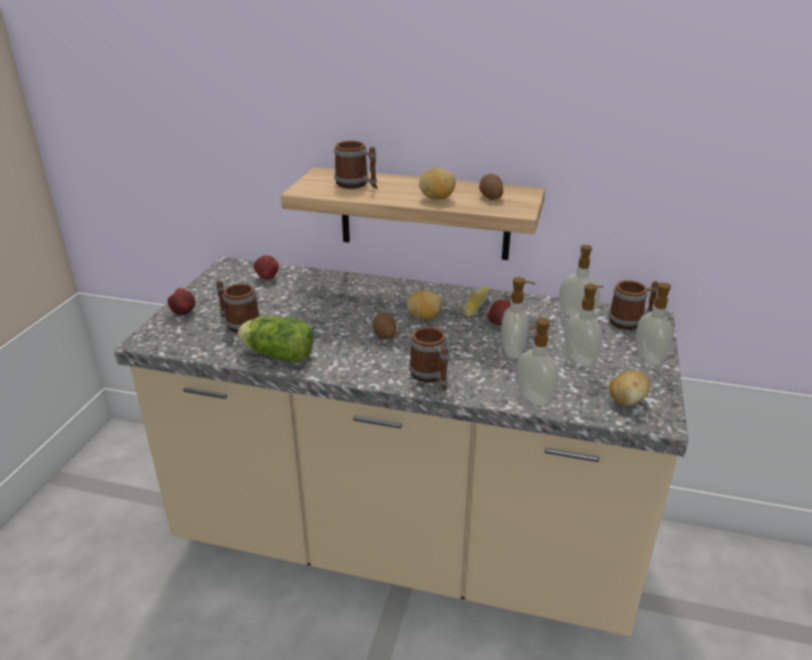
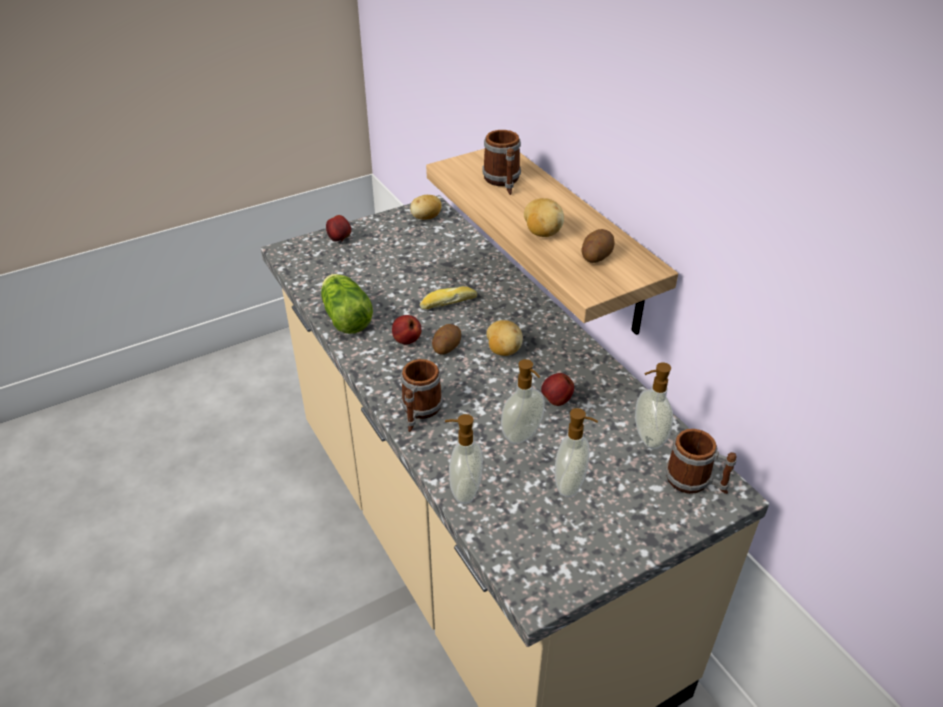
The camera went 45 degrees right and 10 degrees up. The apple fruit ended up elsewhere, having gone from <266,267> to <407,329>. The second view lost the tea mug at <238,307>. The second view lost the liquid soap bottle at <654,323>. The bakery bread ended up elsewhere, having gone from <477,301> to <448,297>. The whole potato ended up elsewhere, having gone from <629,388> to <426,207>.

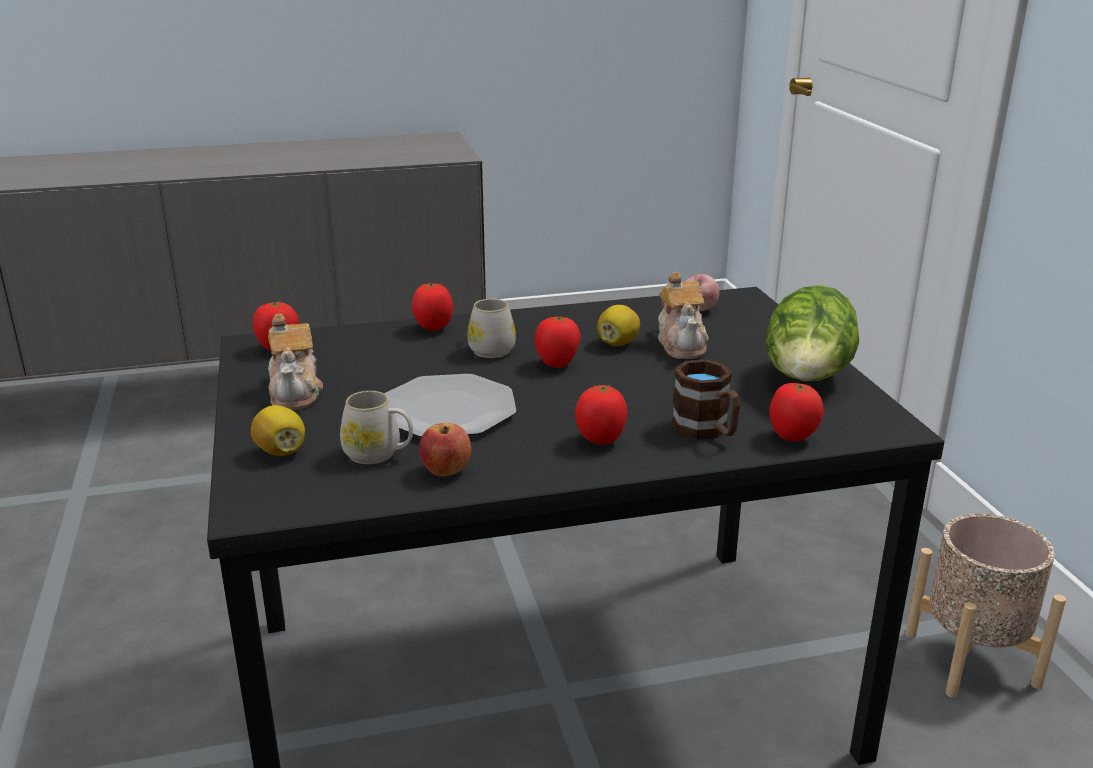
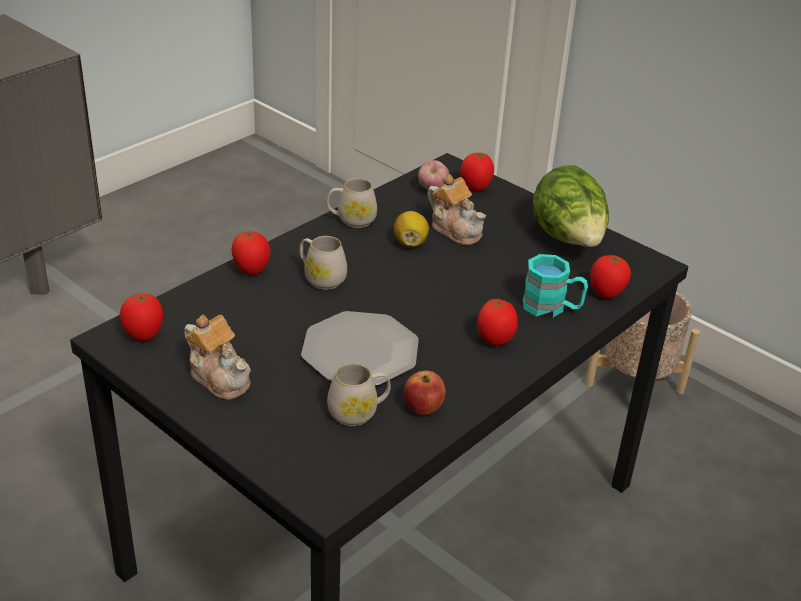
The camera went 35 degrees left and 10 degrees up. The fresh tomato ended up elsewhere, having gone from <557,341> to <477,171>. What was the brown-coloured tea mug at <706,399> turned into the turquoise-coloured tea mug at <555,286>. The second view lost the whole lemon at <278,430>. The second view gained the whitish tea mug at <352,203>.

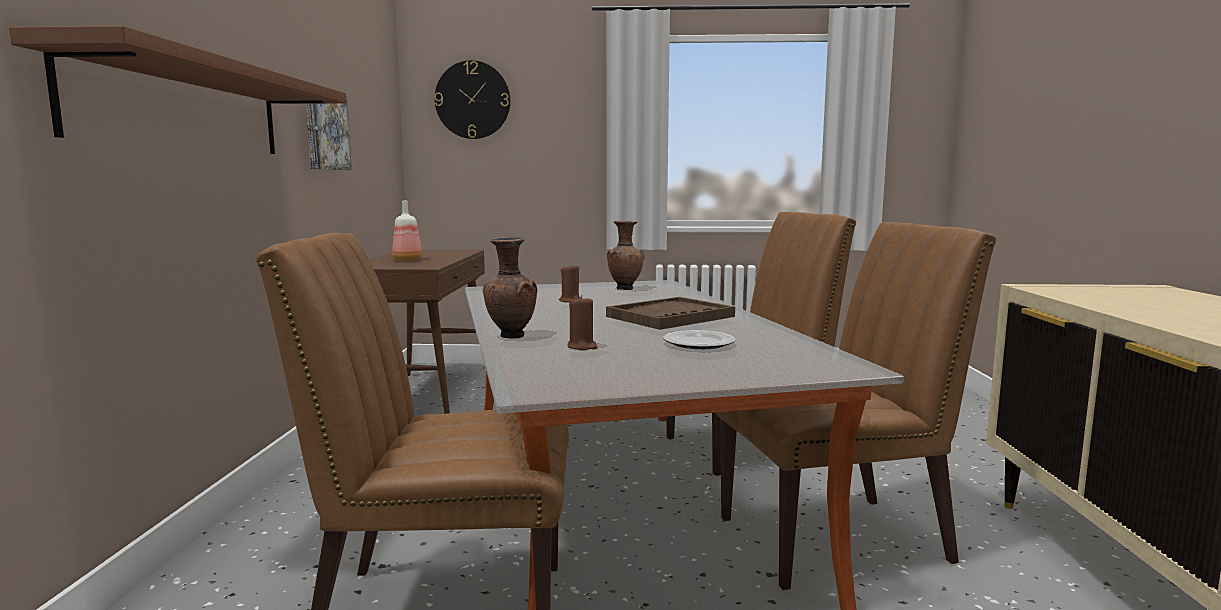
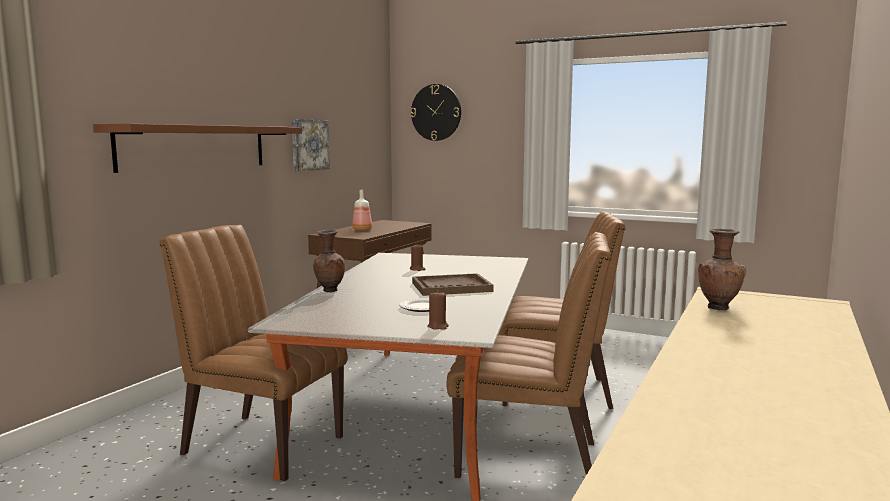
The camera went 25 degrees right and 0 degrees up. The brown-coloured flower vase ended up elsewhere, having gone from <626,255> to <722,270>. The brown-coloured candle ended up elsewhere, having gone from <582,322> to <438,311>.

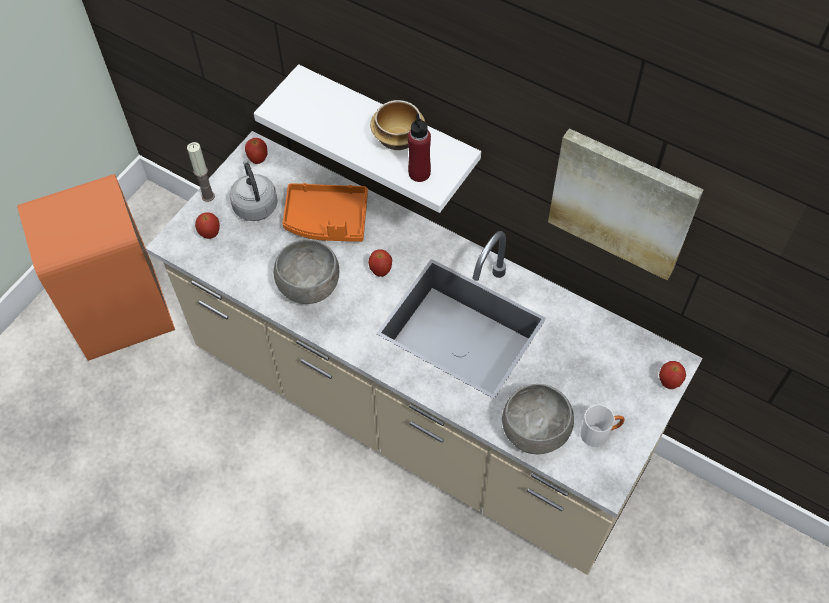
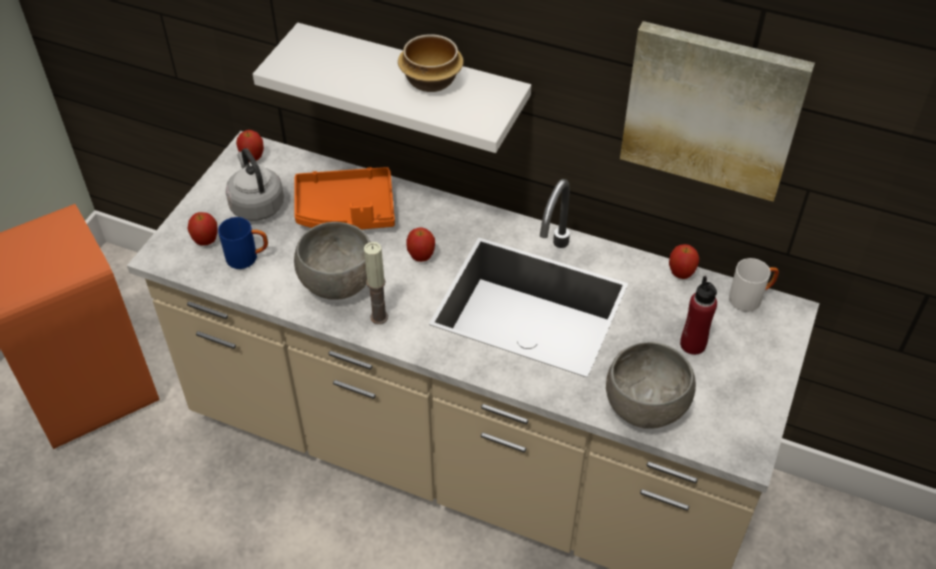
The camera went 10 degrees left and 10 degrees down. The reddish beverage bottle ended up elsewhere, having gone from <419,147> to <698,315>. The candle ended up elsewhere, having gone from <201,172> to <376,283>. The apple fruit ended up elsewhere, having gone from <672,375> to <684,261>. The whitish tea mug ended up elsewhere, having gone from <602,426> to <754,285>. The second view gained the bluish tea mug at <243,243>.

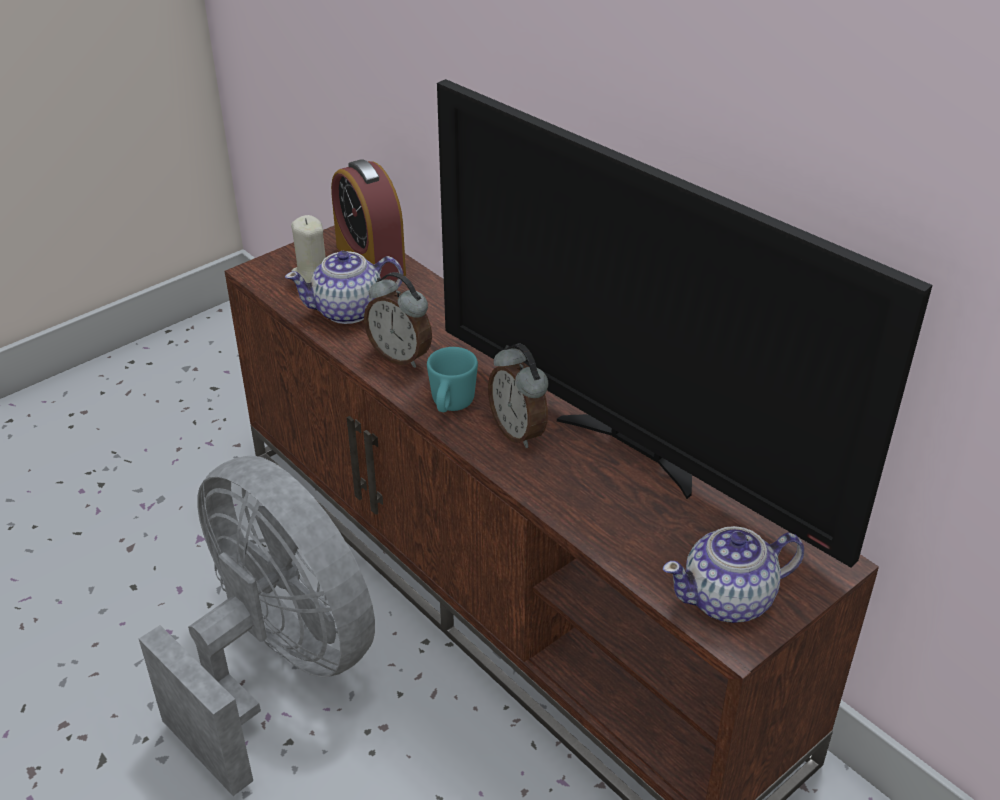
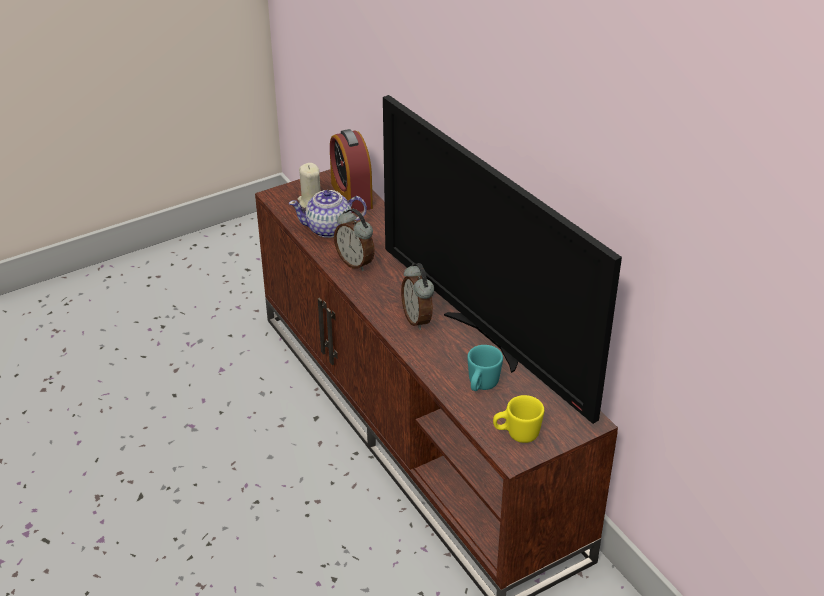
The camera went 10 degrees right and 0 degrees up. The turquoise-coloured tea mug ended up elsewhere, having gone from <452,379> to <485,368>. The second view lost the greyish electric fan at <257,625>. Where the teapot stood at <733,574>, the yellowish tea mug came to stand at <518,419>.

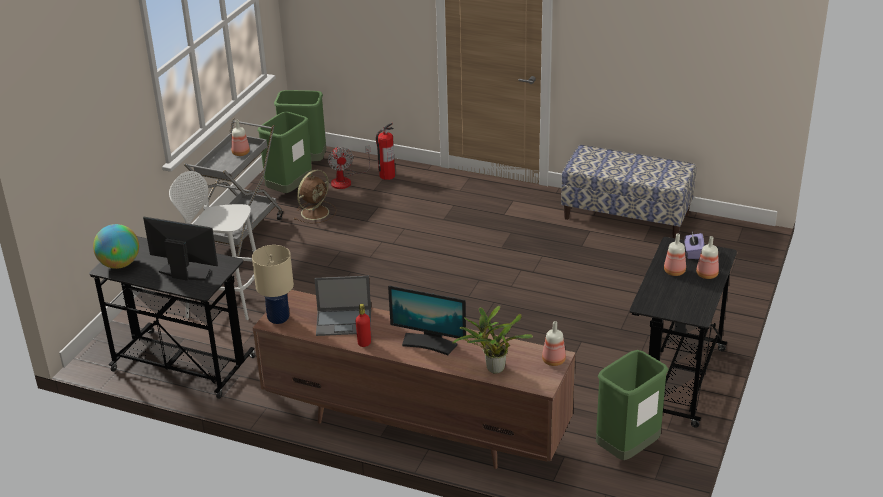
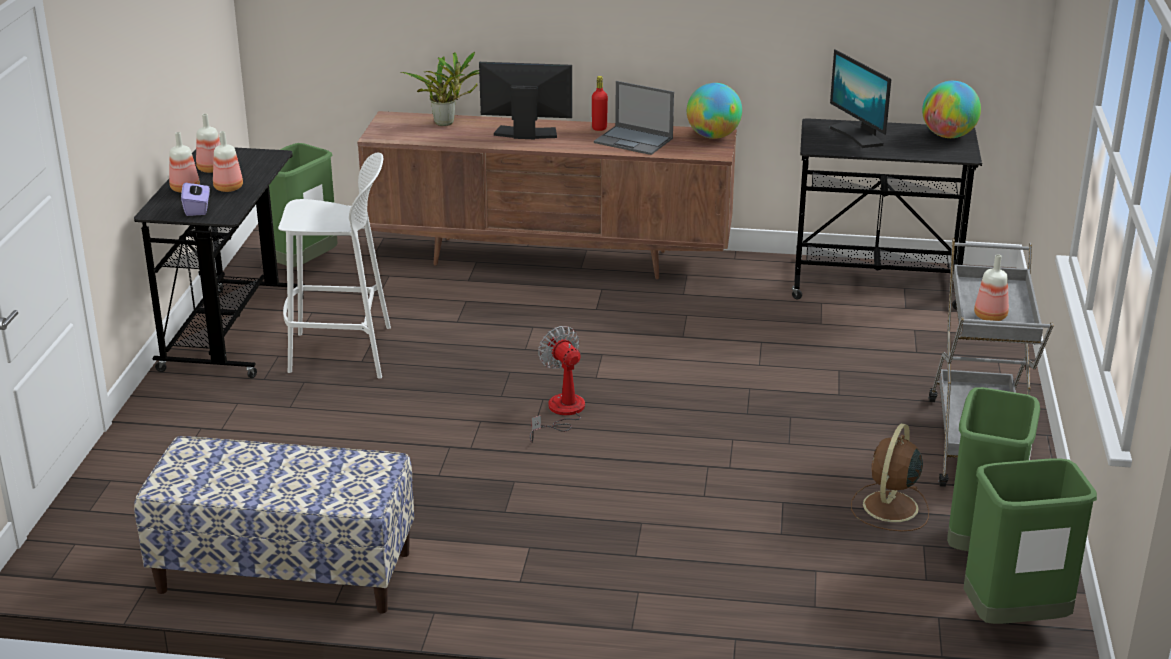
The camera went 165 degrees right and 5 degrees down. The second view lost the extinguisher at <385,151>. The electric fan ended up elsewhere, having gone from <349,167> to <557,384>. The whitish stool seat ended up elsewhere, having gone from <212,245> to <334,266>. The computer display at <180,249> ended up facing another way, 60 degrees clockwise from before. Where the beige-coloured lamp for a table stood at <273,284>, the globe came to stand at <714,111>. The portable computer at <342,306> ended up facing another way, 135 degrees counterclockwise from before. The beverage bottle ended up elsewhere, having gone from <554,343> to <208,143>.

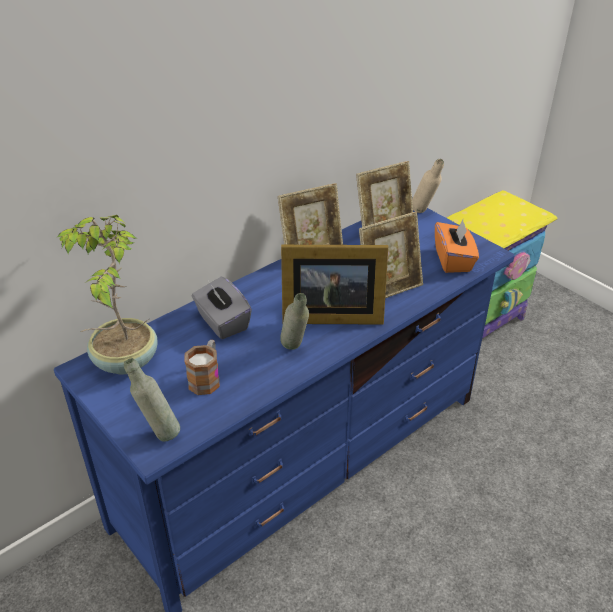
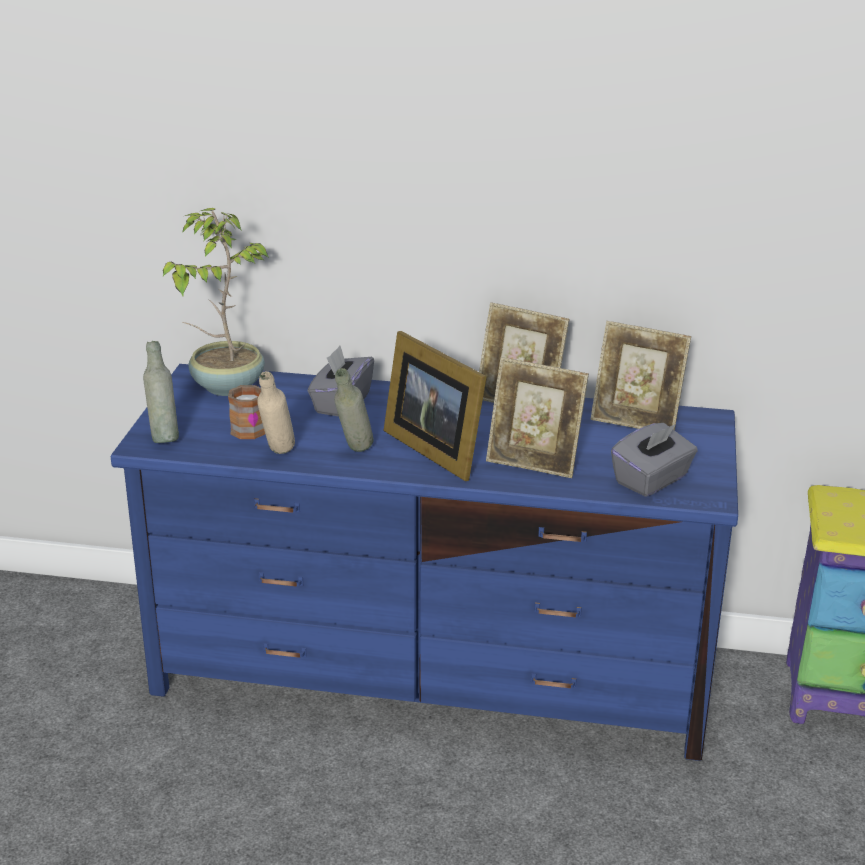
The camera went 50 degrees right and 10 degrees down. The beige-coloured beverage bottle ended up elsewhere, having gone from <428,186> to <276,412>. What was the orangey box of tissues at <457,246> turned into the greyish box of tissues at <654,460>.

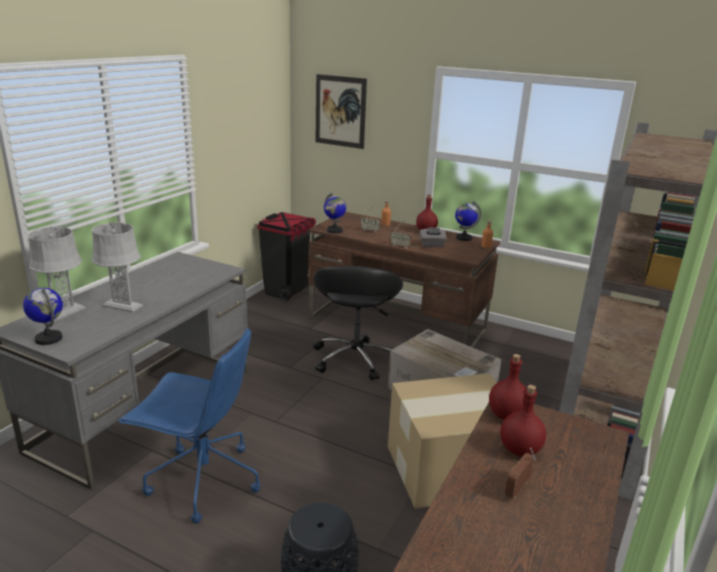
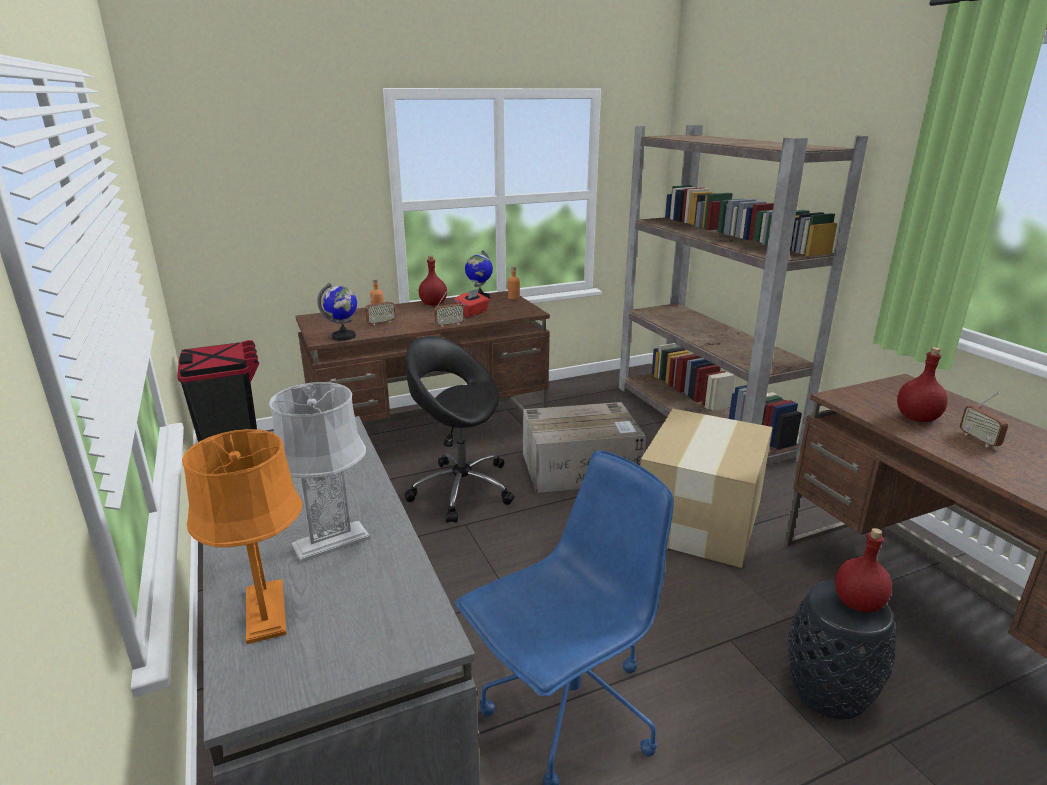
The camera went 50 degrees left and 0 degrees up. The second view lost the wall picture at <341,111>. What was the greyish lamp for a table at <57,274> turned into the orangey lamp for a table at <242,536>. What was the greyish box of tissues at <433,237> turned into the reddish box of tissues at <472,303>. The blackish computer chair at <358,323> ended up facing another way, 150 degrees clockwise from before. The second view lost the globe at <43,316>. The reddish beverage bottle ended up elsewhere, having gone from <508,387> to <863,570>.

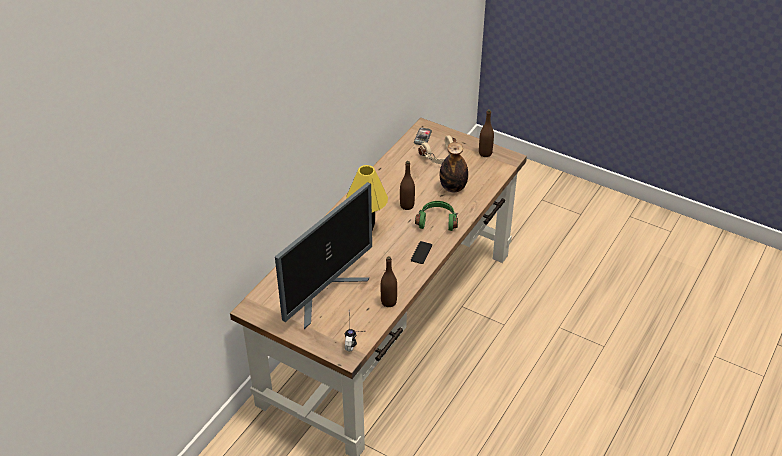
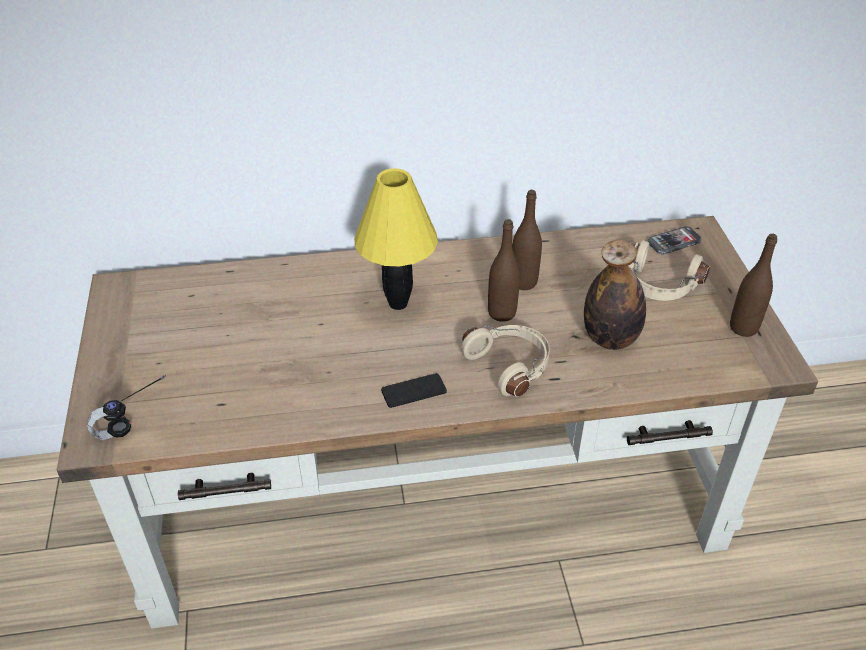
The camera went 50 degrees right and 0 degrees up. The second view lost the computer display at <323,255>. What was the green-coloured headset at <436,216> turned into the beige-coloured headset at <505,361>. The brown-coloured beverage bottle ended up elsewhere, having gone from <389,281> to <527,240>.

